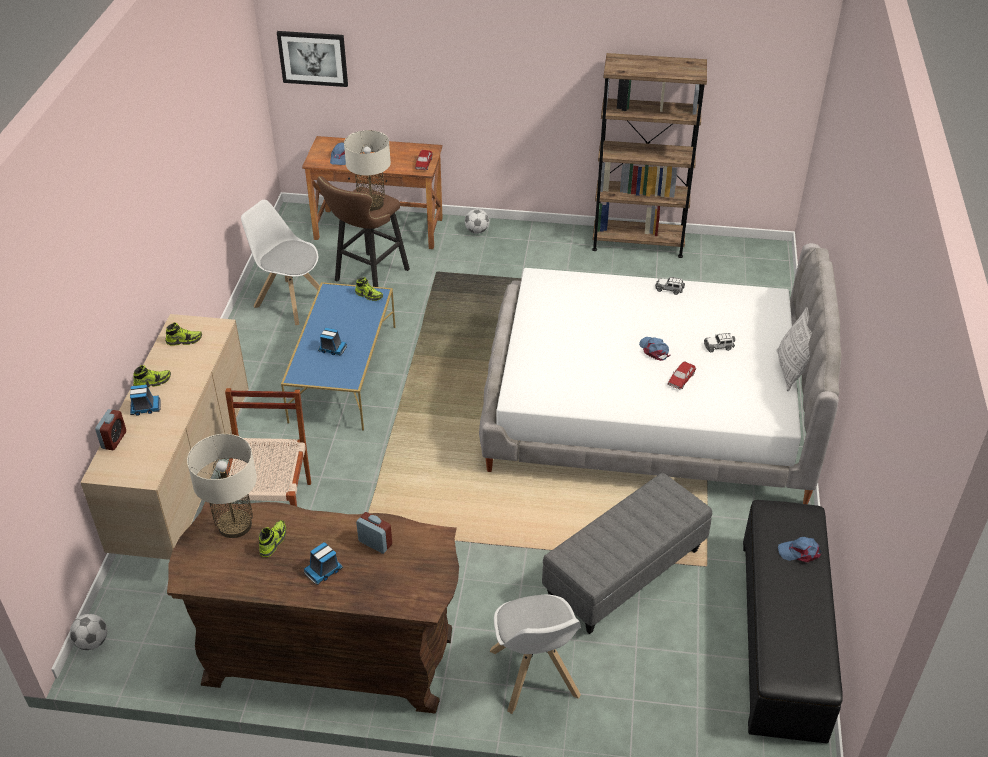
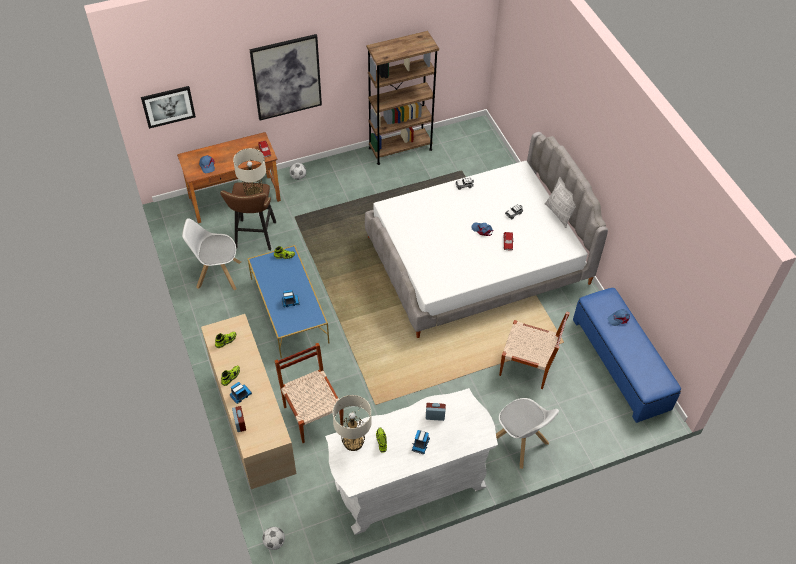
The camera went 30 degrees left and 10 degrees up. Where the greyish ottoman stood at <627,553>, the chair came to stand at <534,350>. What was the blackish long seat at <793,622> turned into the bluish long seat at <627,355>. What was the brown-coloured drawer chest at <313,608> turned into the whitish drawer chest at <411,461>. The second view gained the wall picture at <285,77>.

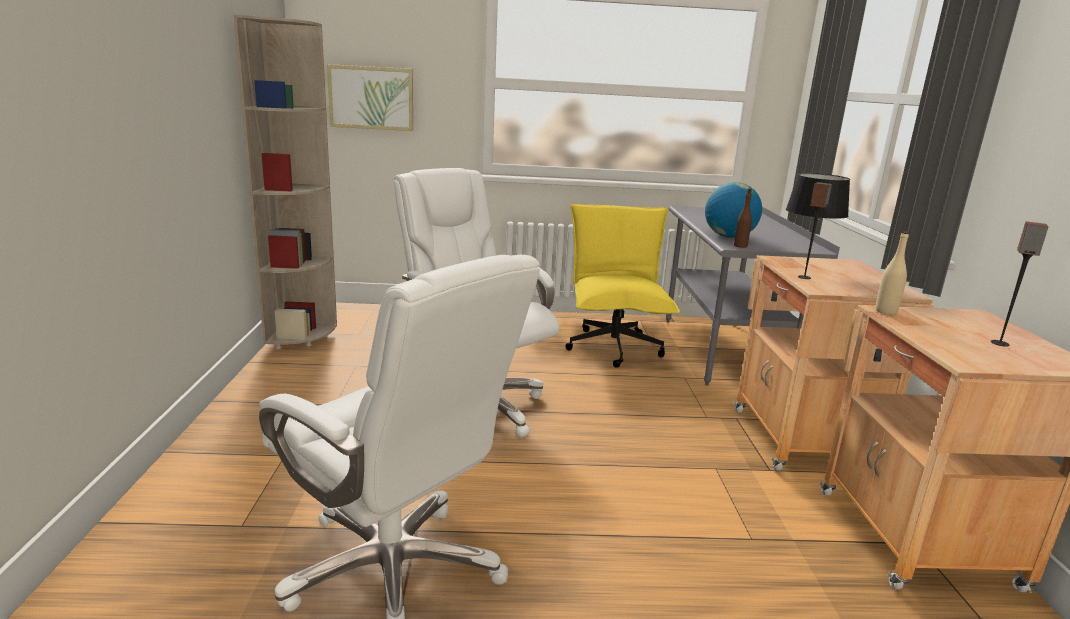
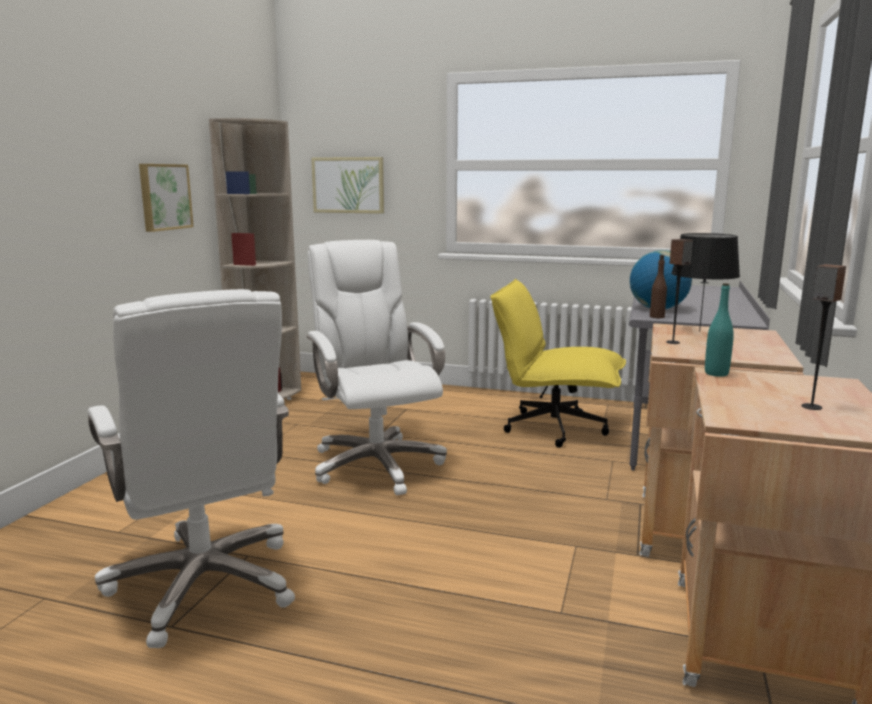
The camera went 20 degrees right and 5 degrees down. The yellowish computer chair at <623,286> ended up facing another way, 90 degrees counterclockwise from before. What was the beige-coloured beverage bottle at <892,273> turned into the turquoise-coloured beverage bottle at <719,330>. The second view gained the wall picture at <166,198>.

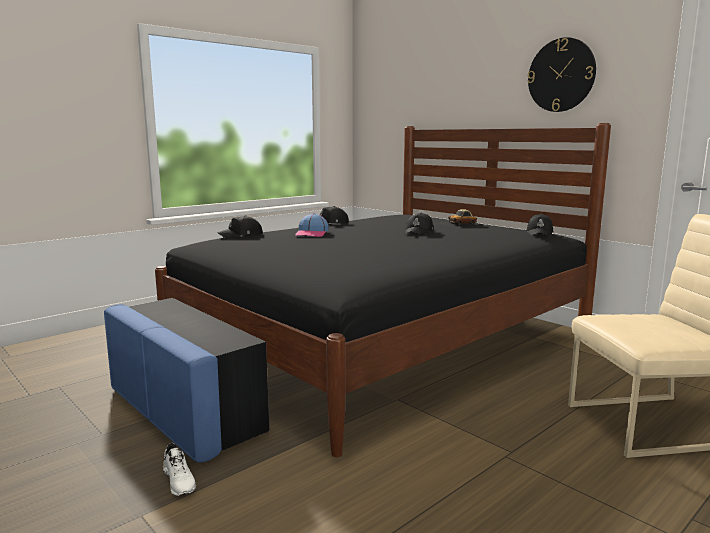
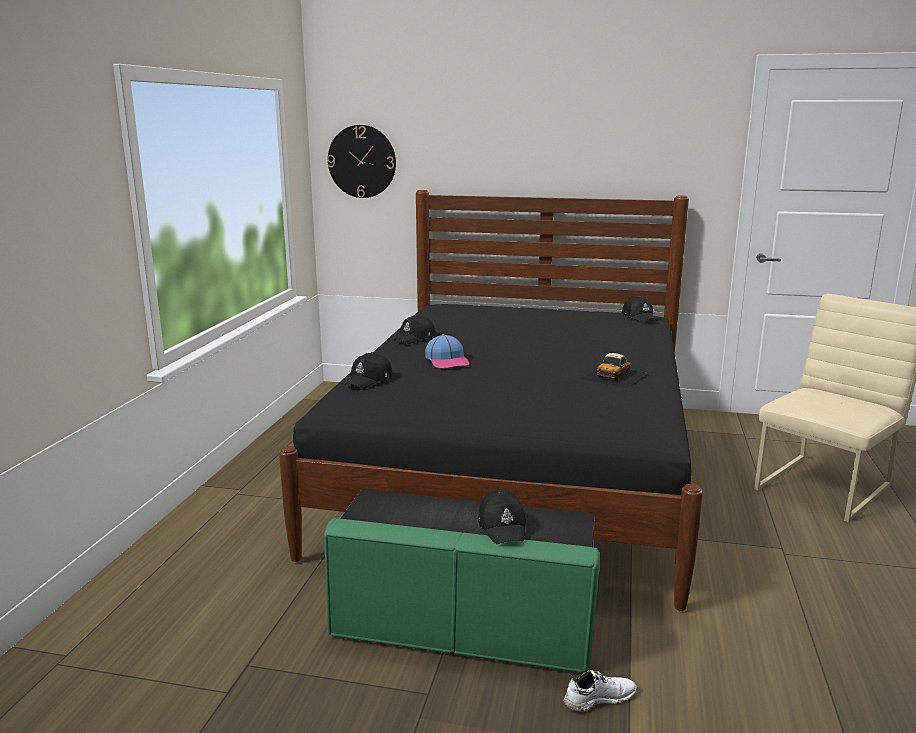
The camera went 35 degrees left and 5 degrees up. The wall clock ended up elsewhere, having gone from <561,74> to <361,161>. The toy car ended up elsewhere, having gone from <463,218> to <613,370>. The blackish baseball cap ended up elsewhere, having gone from <419,224> to <502,517>. What was the bluish ottoman at <186,380> turned into the green-coloured ottoman at <462,581>. The whitish low shoe at <179,469> ended up facing another way, 45 degrees counterclockwise from before.

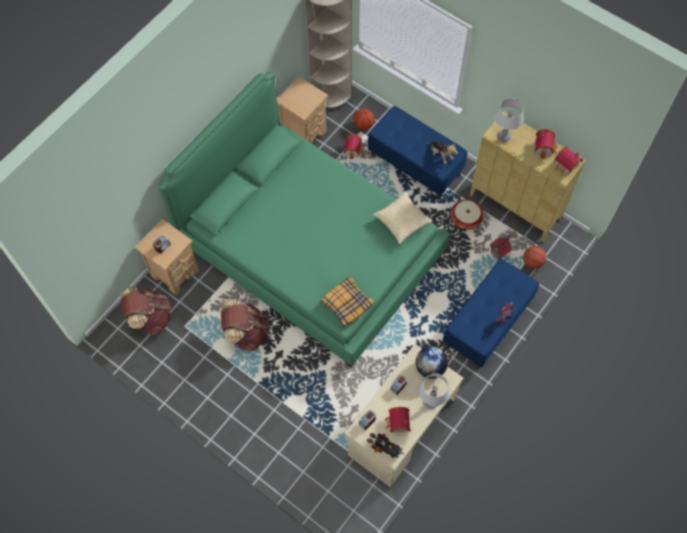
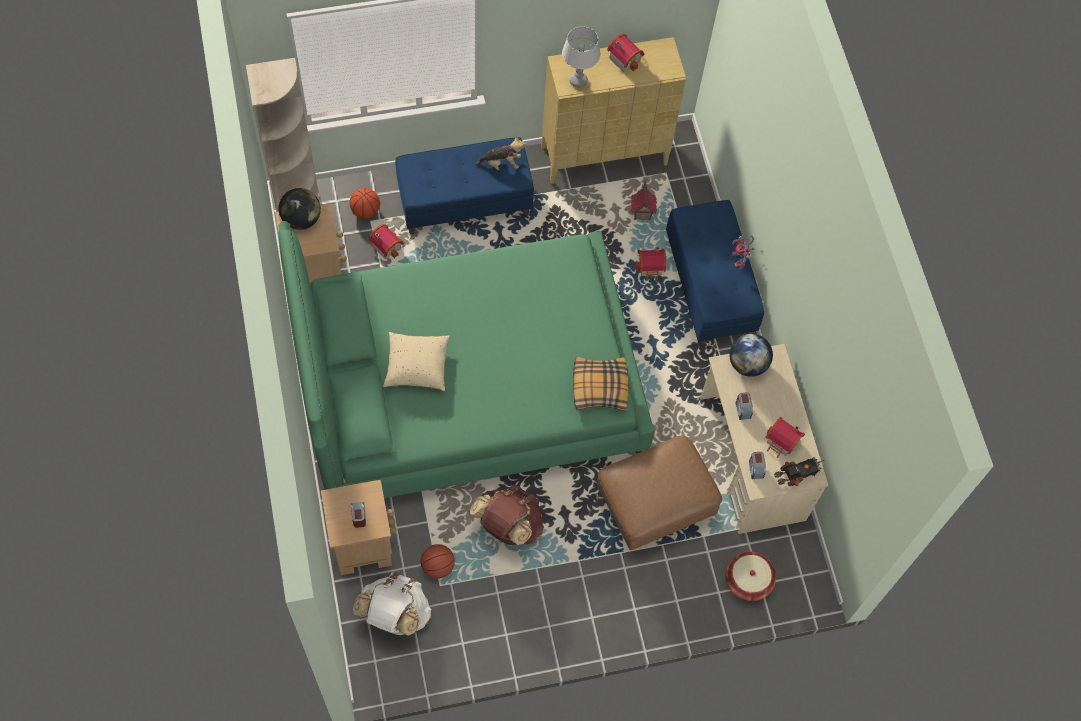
The camera went 55 degrees left and 0 degrees up. The toy house ended up elsewhere, having gone from <568,161> to <650,264>. The beige-coloured throw pillow ended up elsewhere, having gone from <402,218> to <416,361>. The basket ended up elsewhere, having gone from <467,214> to <750,576>. The basketball ended up elsewhere, having gone from <534,257> to <438,561>. What was the brown-coloured rucksack at <146,310> turned into the whitish rucksack at <392,604>. The second view lost the greyish lamp for a table at <434,391>. The second view gained the globe at <300,209>. The second view gained the brown-coloured ottoman at <659,493>.

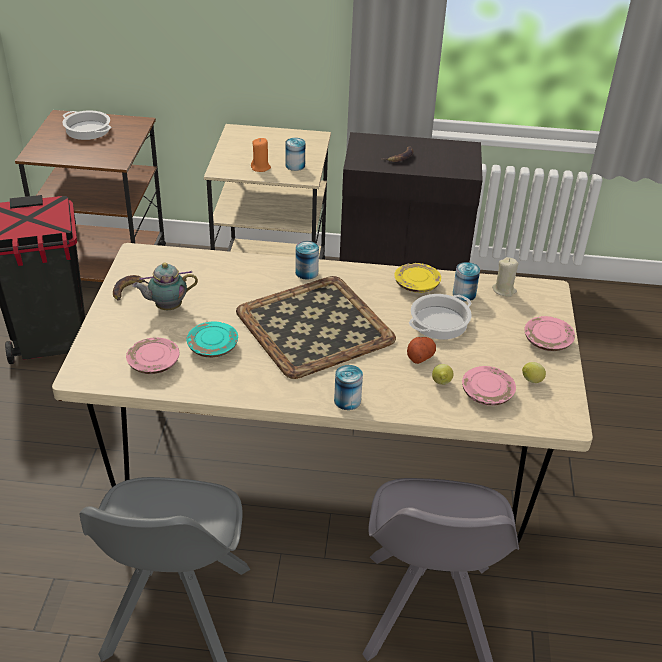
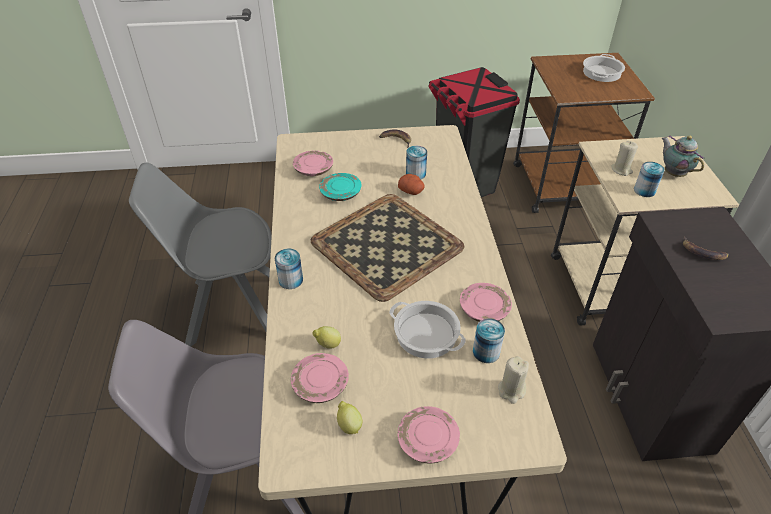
The camera went 80 degrees right and 5 degrees up. What was the orangey candle at <261,155> turned into the beige-coloured candle at <624,158>. The metal can ended up elsewhere, having gone from <307,260> to <416,162>. The teapot ended up elsewhere, having gone from <165,286> to <683,156>. What was the yellowish dinner plate at <417,278> turned into the pink-coloured dinner plate at <486,302>. The whole potato ended up elsewhere, having gone from <421,350> to <411,184>.

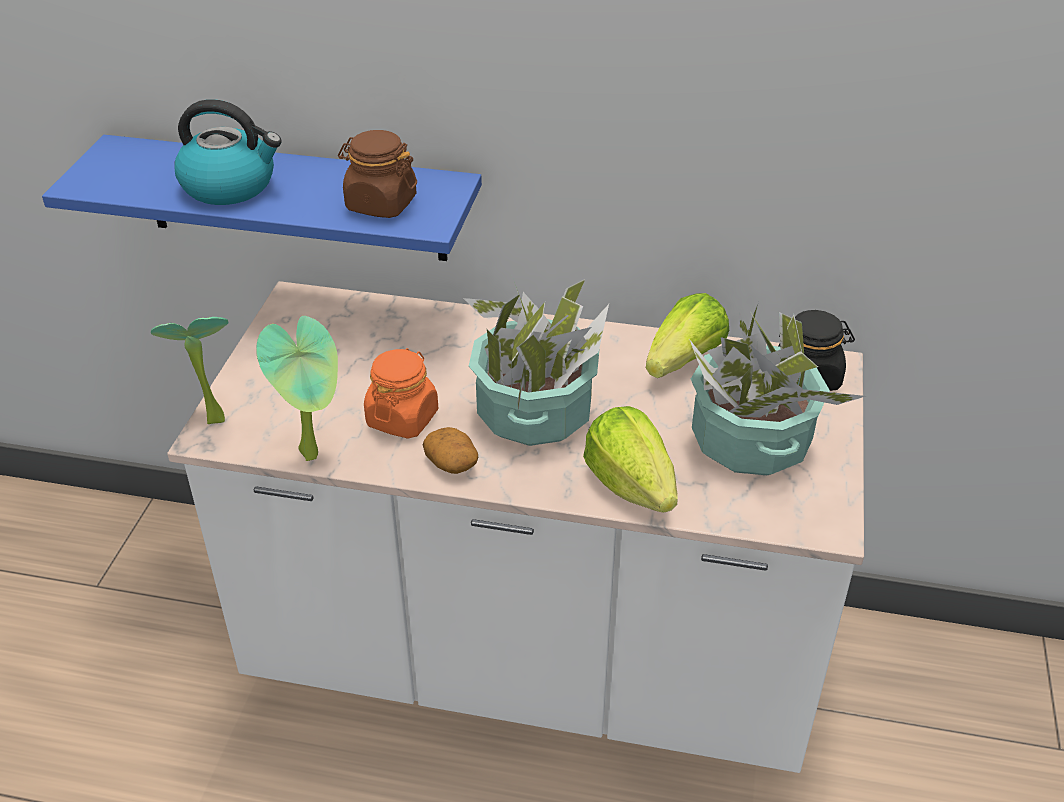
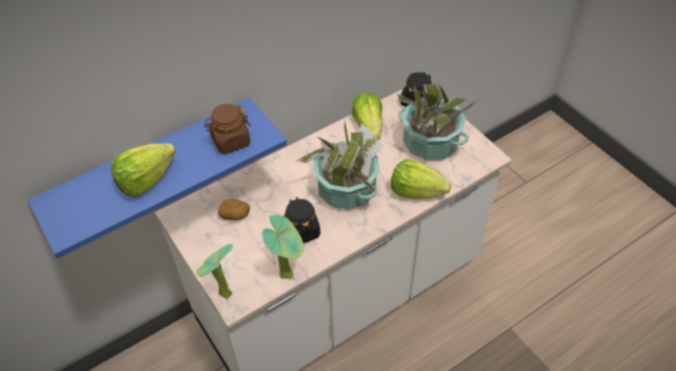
The camera went 45 degrees left and 10 degrees up. Where the kettle stood at <228,152>, the head of lettuce came to stand at <143,170>. What was the orangey preserve jar at <401,393> turned into the blackish preserve jar at <302,220>. The whole potato ended up elsewhere, having gone from <450,450> to <234,209>.

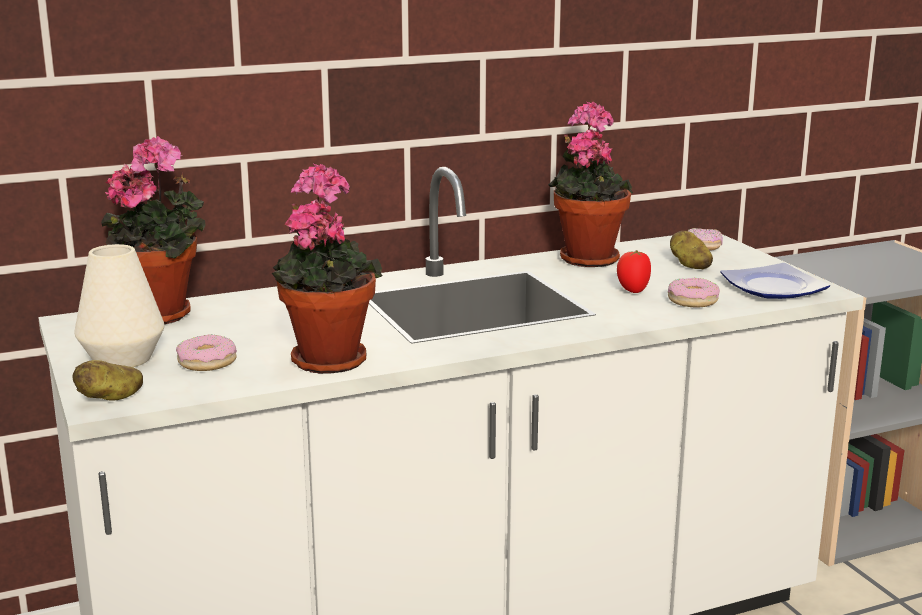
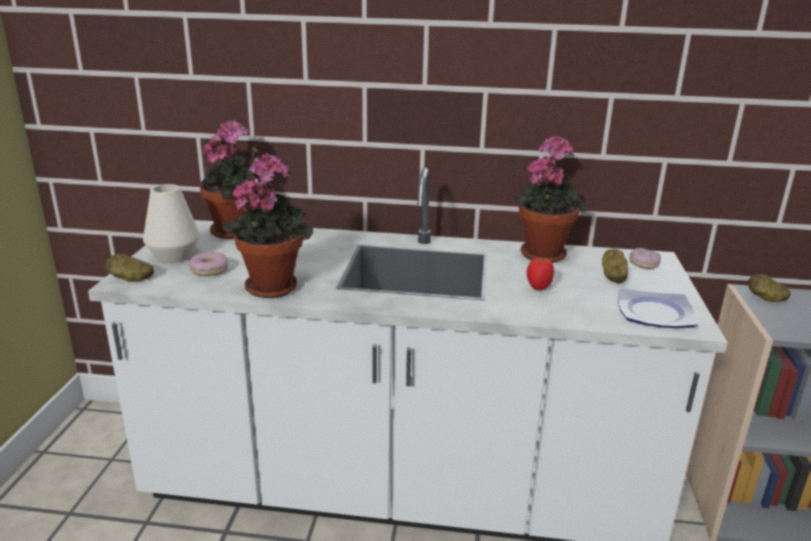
The camera went 30 degrees right and 5 degrees up. The second view lost the ring doughnut at <694,292>. The second view gained the whole potato at <769,288>.

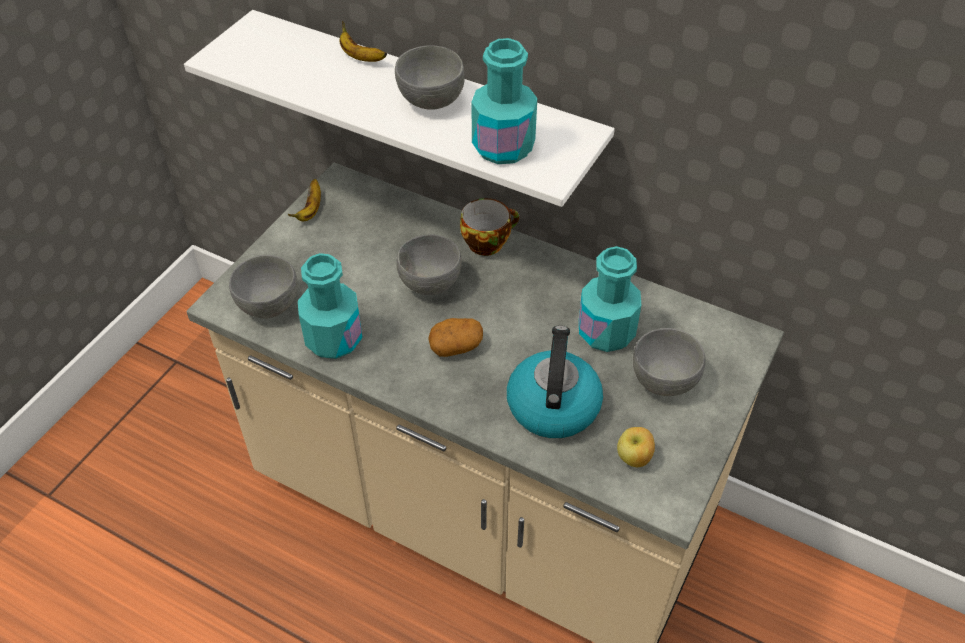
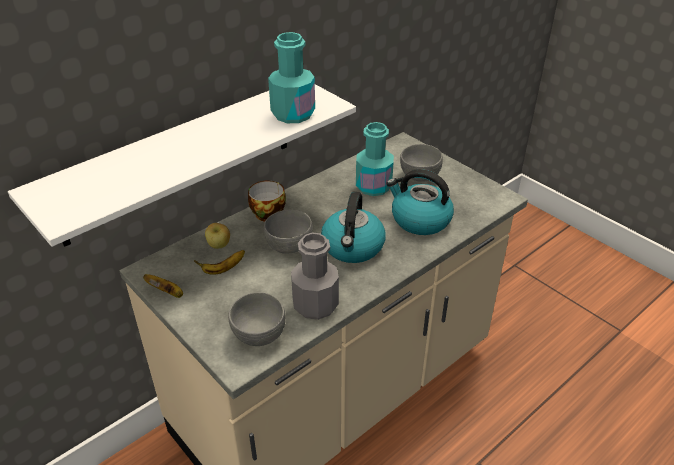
The camera went 70 degrees left and 10 degrees down. The banana ended up elsewhere, having gone from <363,41> to <219,262>. The second view lost the greyish deep dish at <430,77>. What was the turquoise-coloured beverage bottle at <330,306> turned into the greyish beverage bottle at <315,276>. Where the whole potato stood at <455,337>, the kettle came to stand at <353,227>. The apple fruit ended up elsewhere, having gone from <636,447> to <217,236>.

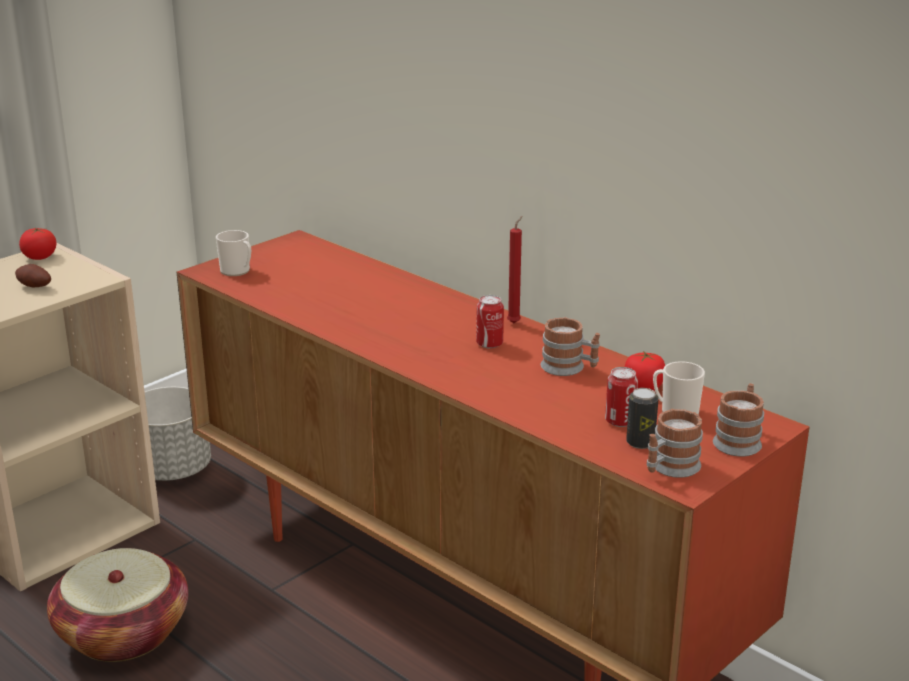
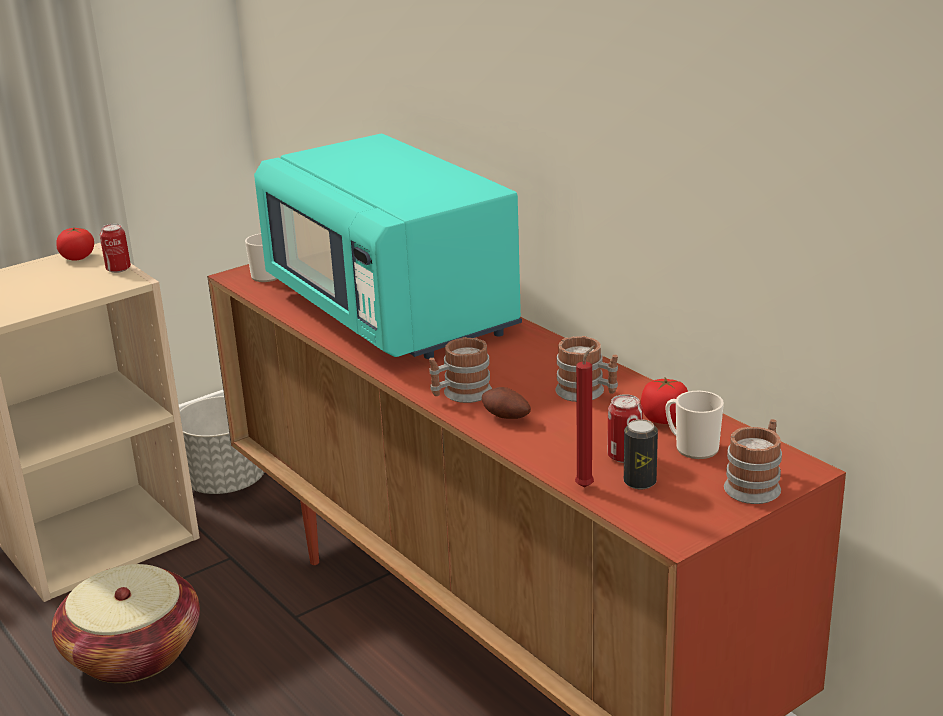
The camera went 10 degrees right and 0 degrees up. The reddish candle ended up elsewhere, having gone from <515,269> to <585,416>. The whole potato ended up elsewhere, having gone from <33,275> to <506,403>. The metal can ended up elsewhere, having gone from <490,321> to <115,248>. The tea mug ended up elsewhere, having gone from <674,443> to <460,370>. The second view gained the turquoise-coloured kitchen microwave at <388,246>.

